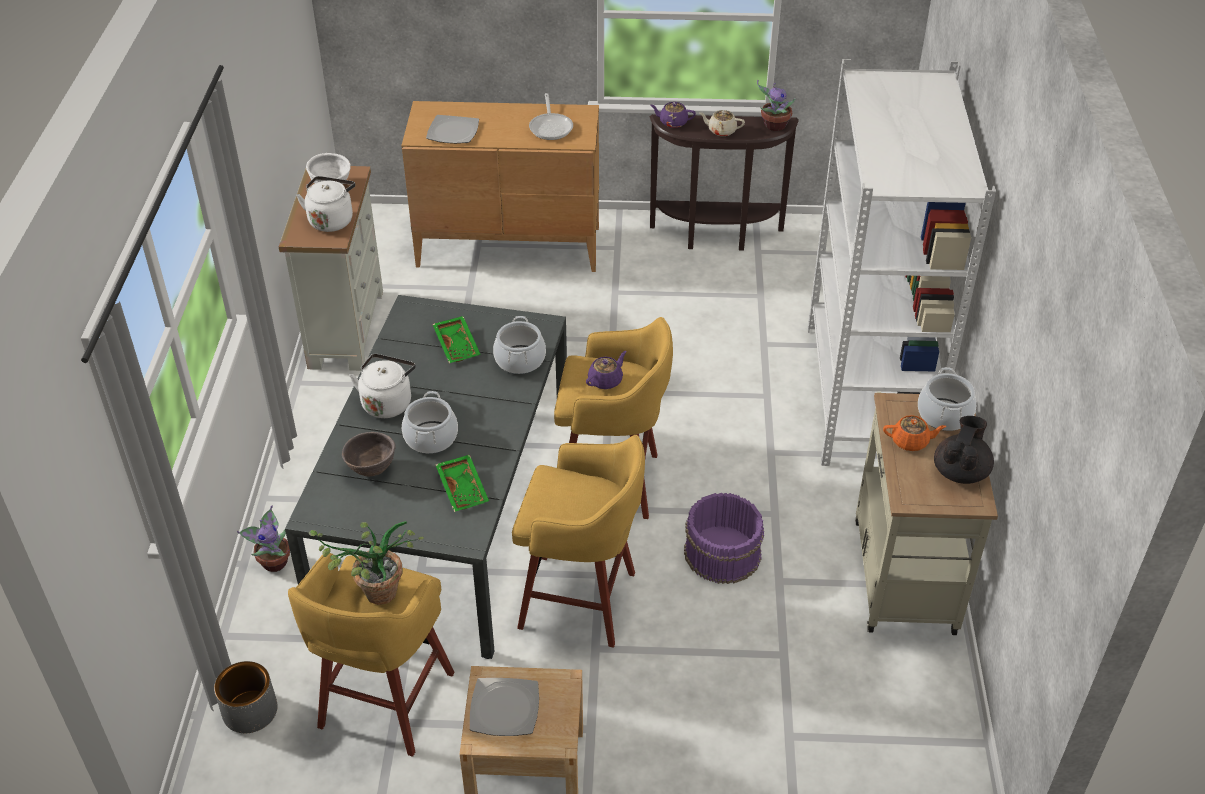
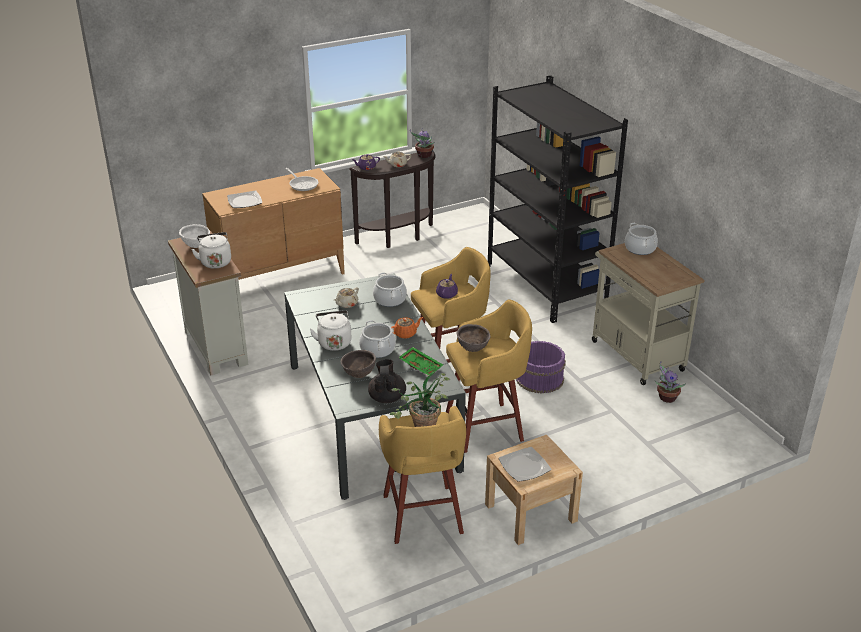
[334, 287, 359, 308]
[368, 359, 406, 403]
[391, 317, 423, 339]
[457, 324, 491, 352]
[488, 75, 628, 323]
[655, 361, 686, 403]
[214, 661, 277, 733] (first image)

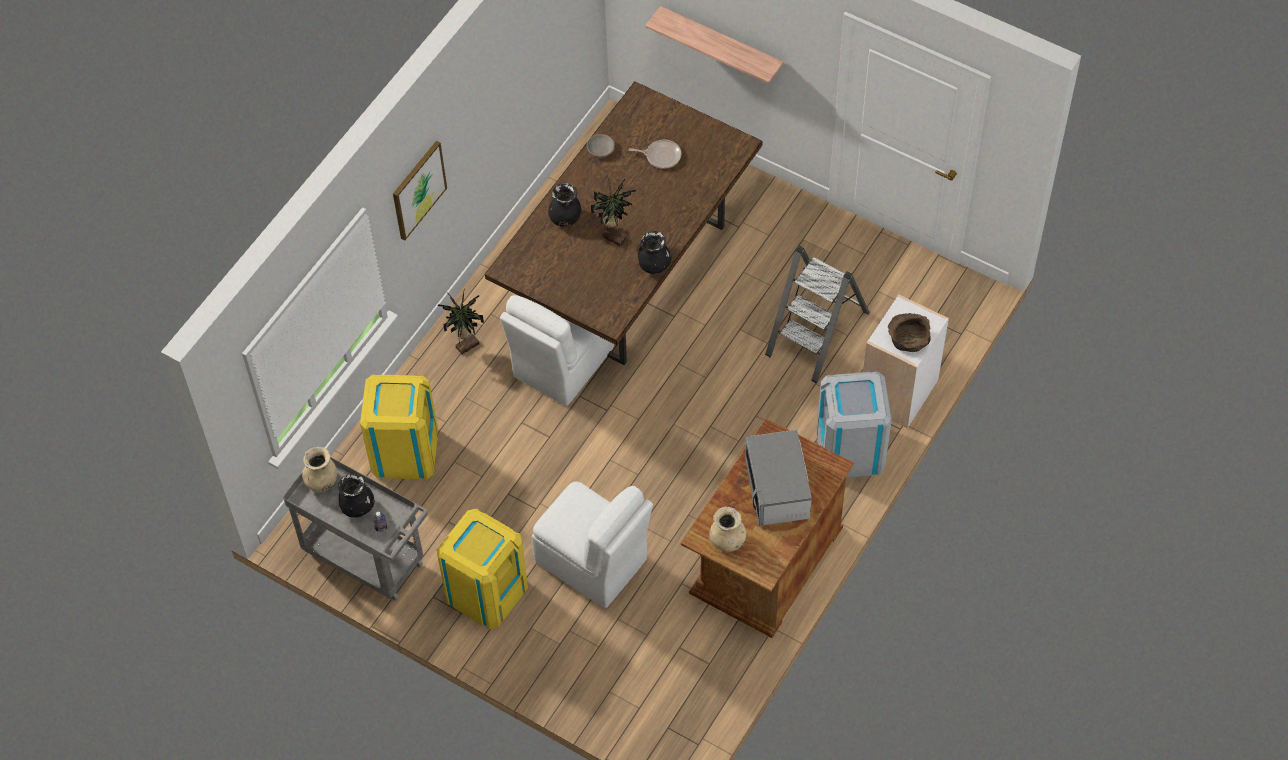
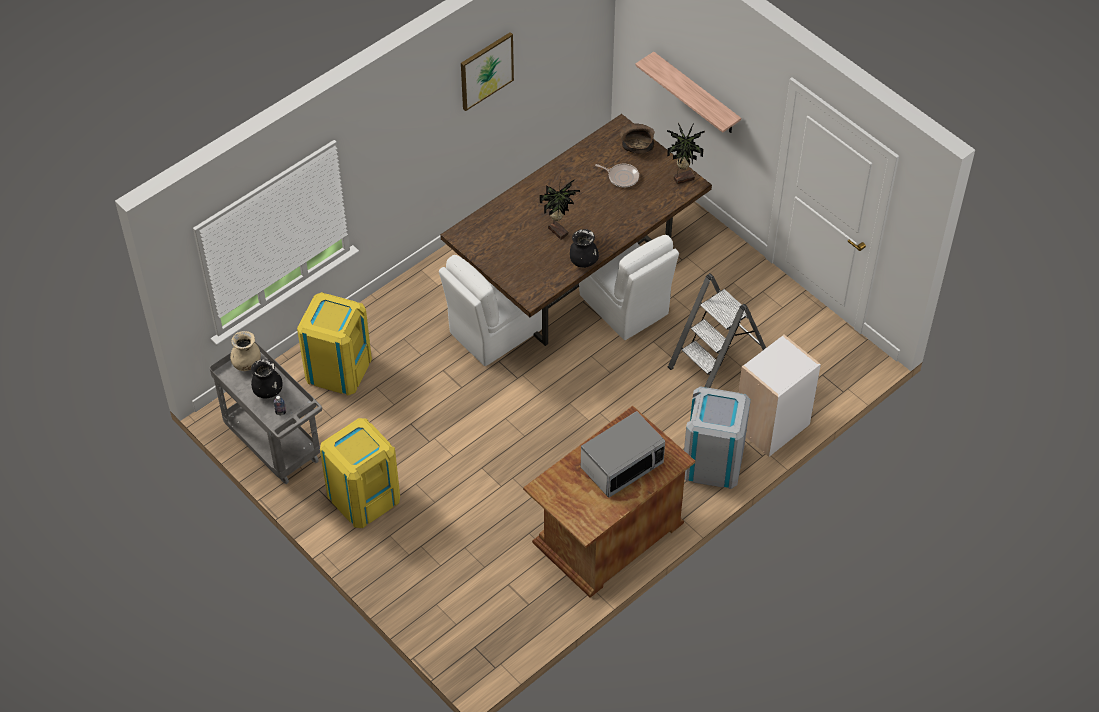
[461, 32, 514, 111]
[579, 235, 679, 340]
[581, 411, 665, 498]
[620, 123, 655, 154]
[667, 123, 705, 185]
[548, 183, 581, 226] (first image)
[587, 134, 615, 157] (first image)
[709, 507, 747, 552] (first image)

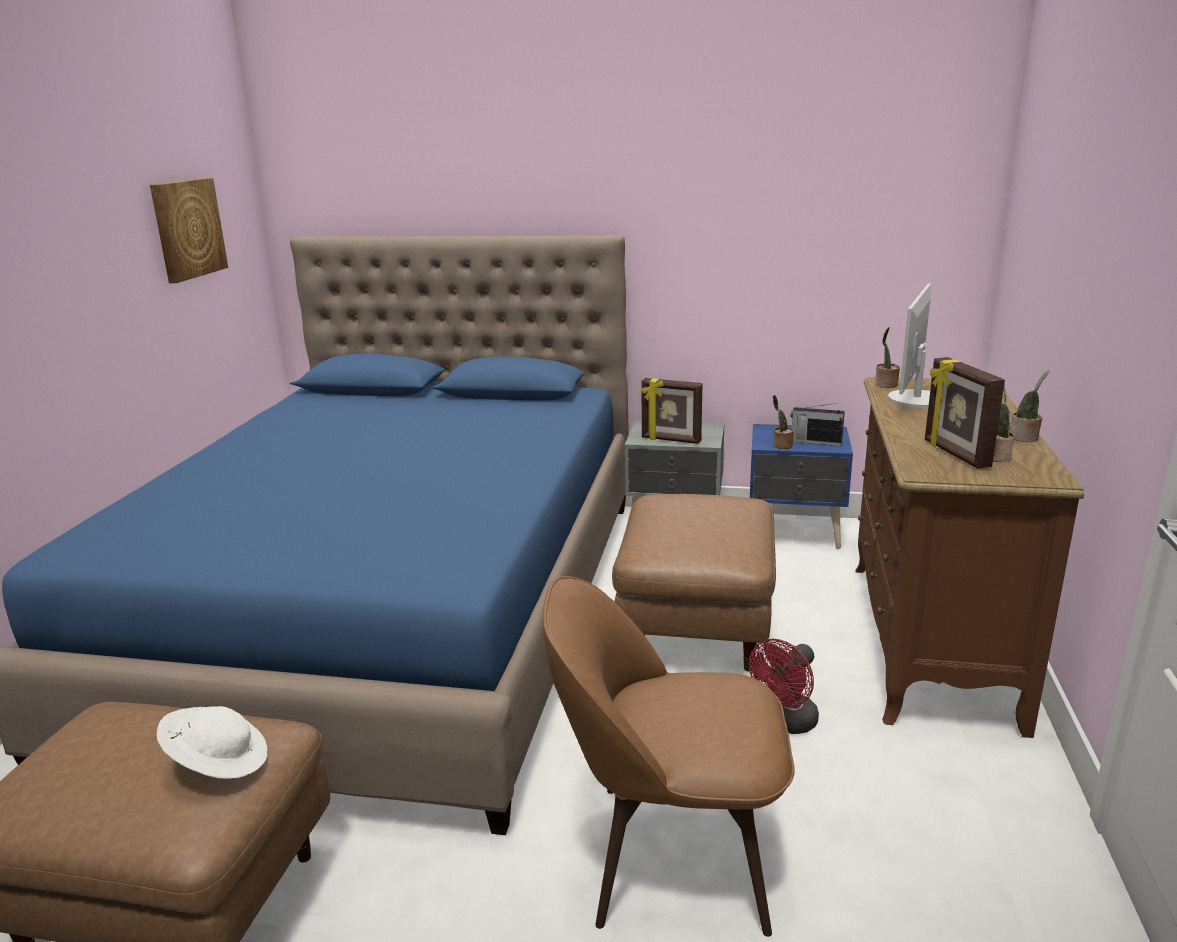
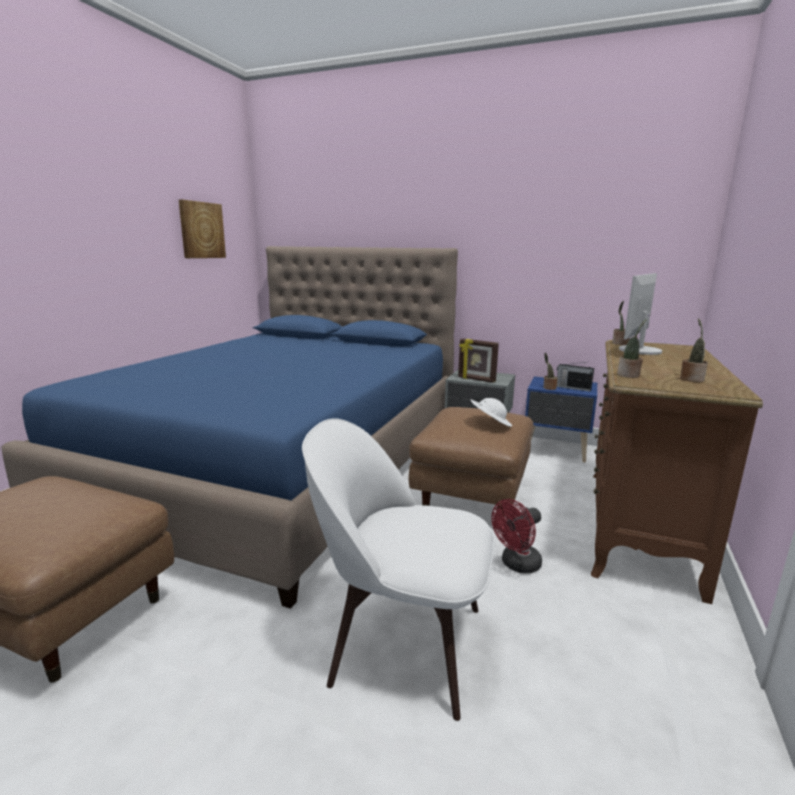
[302, 418, 495, 721]
[471, 398, 512, 427]
[617, 319, 647, 378]
[925, 357, 1005, 469] (first image)

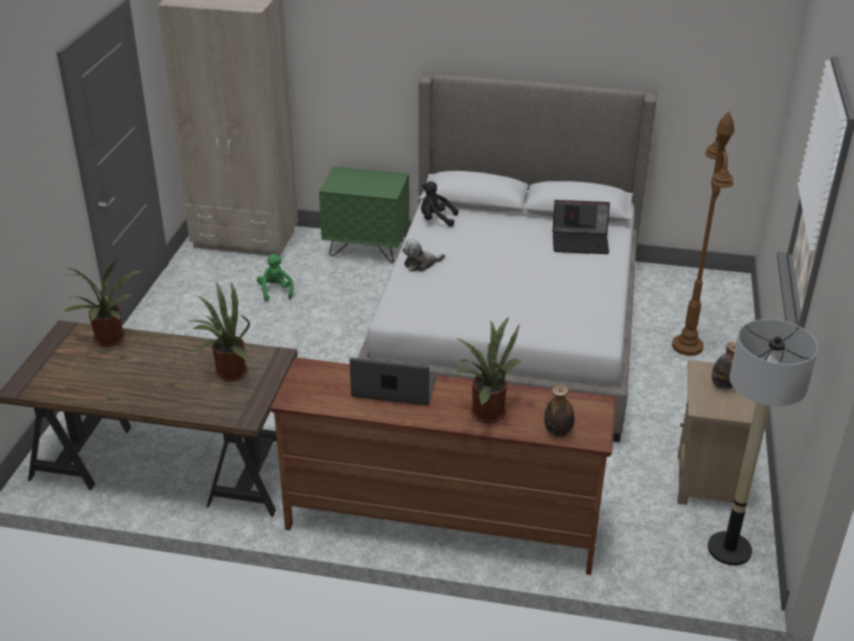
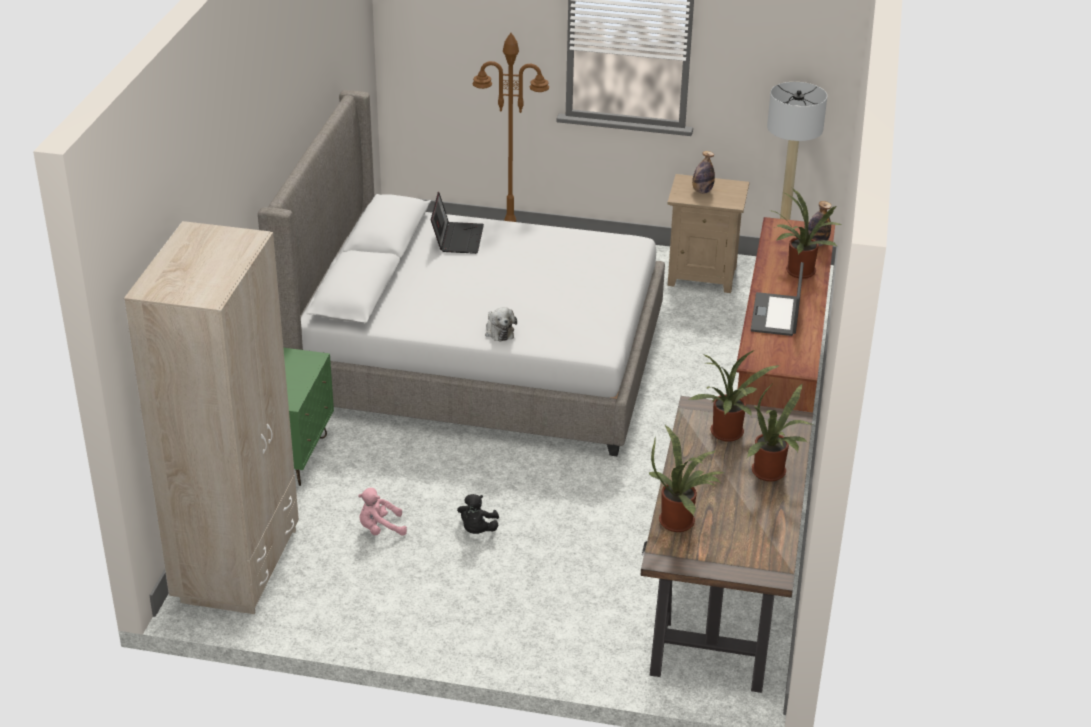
[358, 488, 407, 536]
[457, 494, 499, 534]
[747, 382, 811, 482]

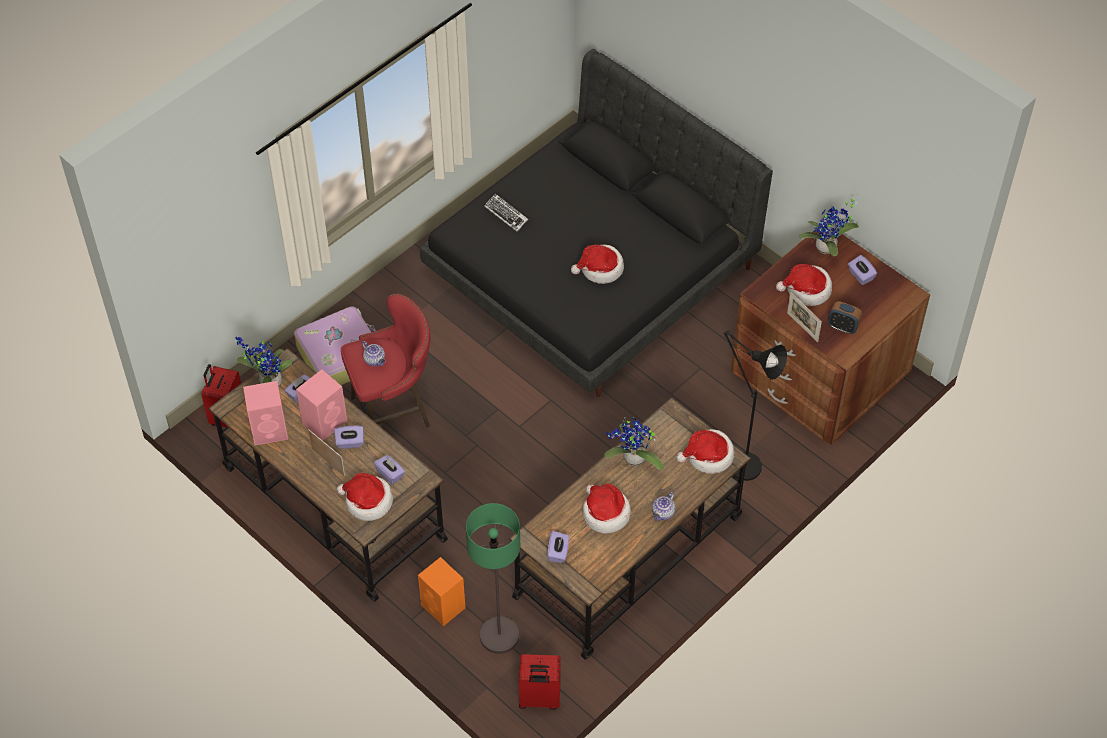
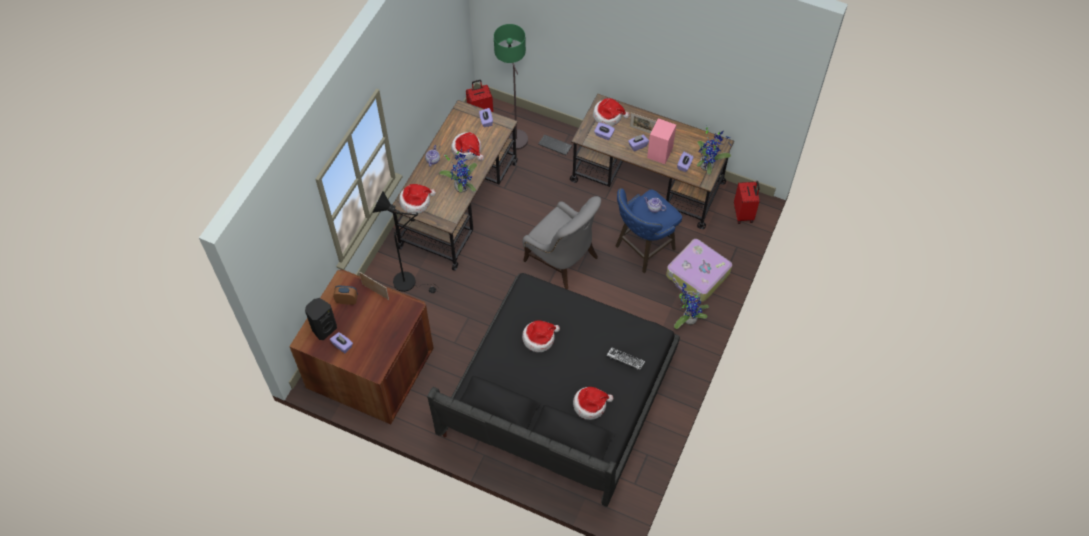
[305, 298, 337, 340]
[523, 196, 601, 289]
[538, 134, 572, 155]
[573, 387, 613, 420]
[616, 188, 682, 273]
[674, 283, 709, 329]
[243, 381, 288, 445] (first image)

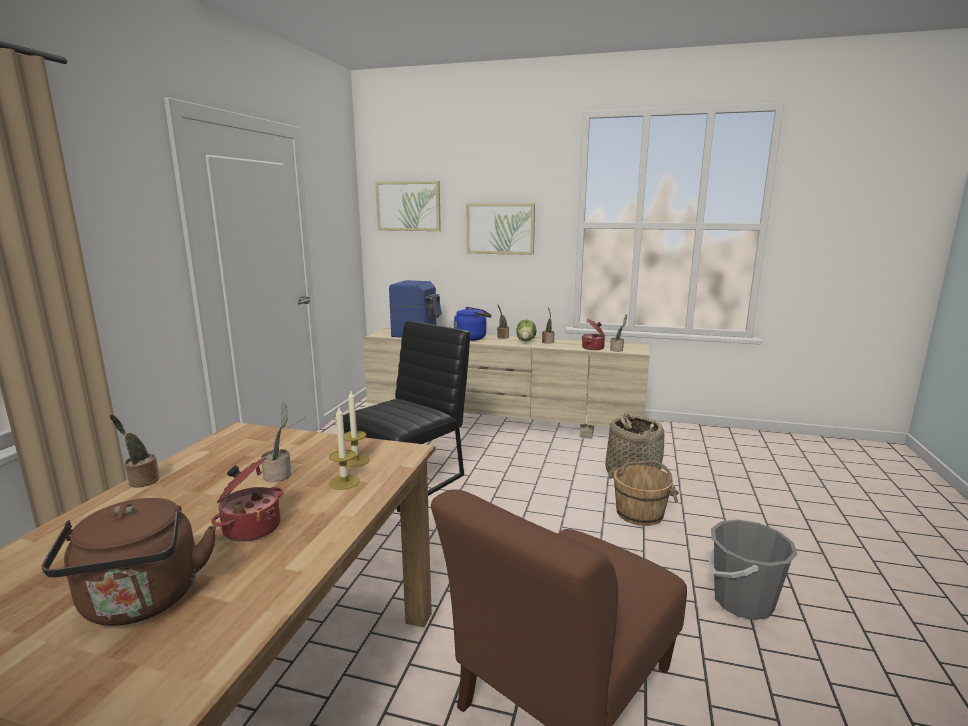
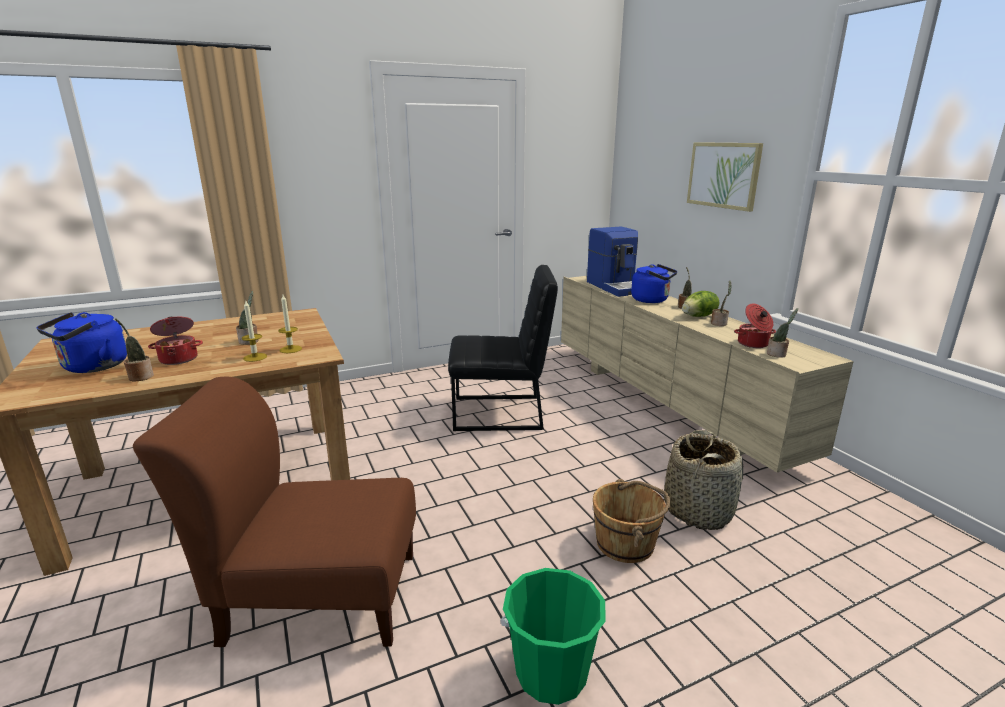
[37, 312, 127, 373]
[115, 319, 154, 382]
[501, 568, 606, 705]
[375, 181, 441, 231] (first image)

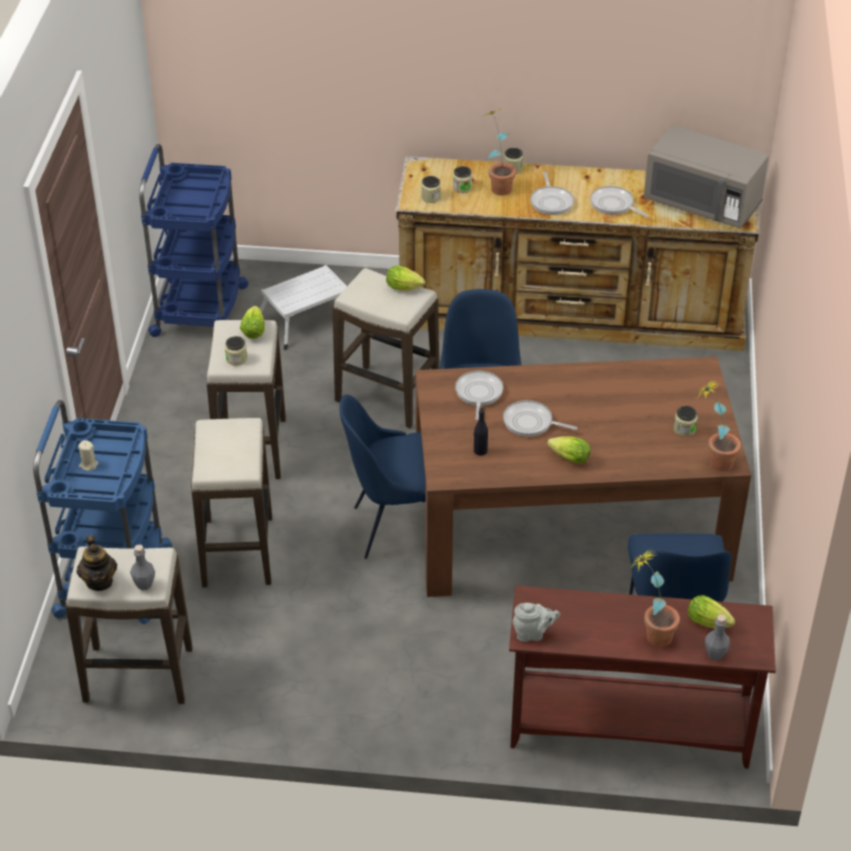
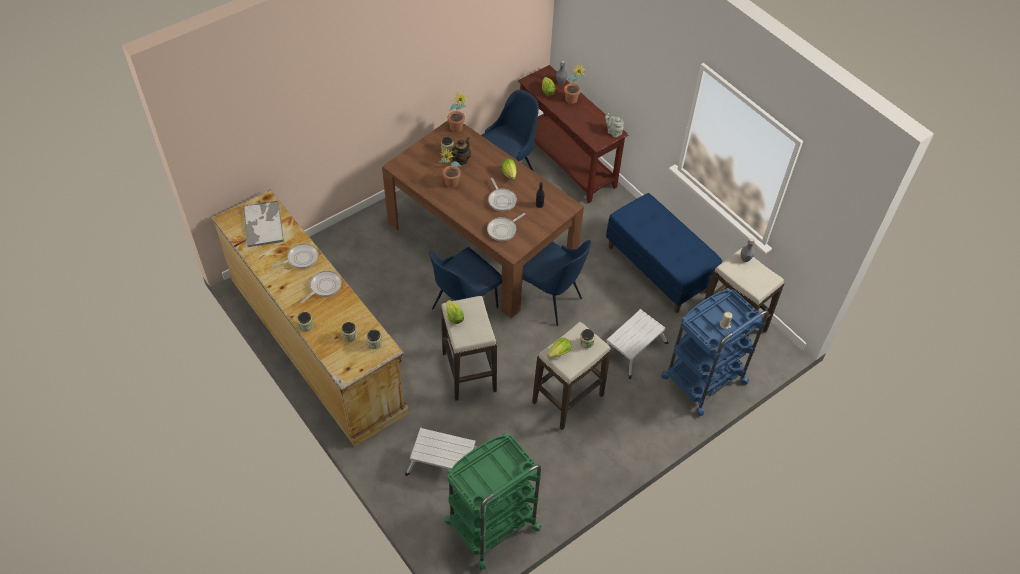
[243, 201, 284, 247]
[272, 243, 318, 269]
[438, 147, 462, 188]
[444, 433, 541, 570]
[452, 137, 471, 165]
[606, 193, 722, 313]
[606, 309, 668, 379]

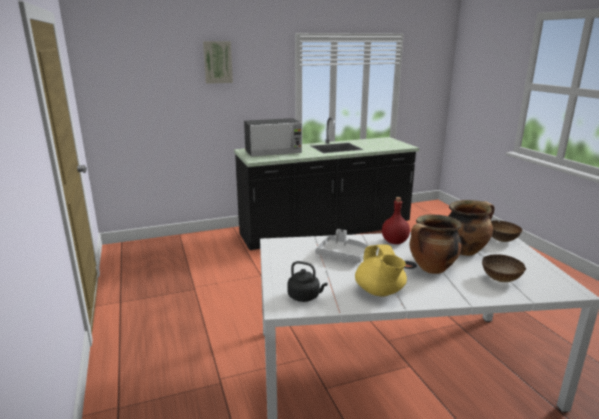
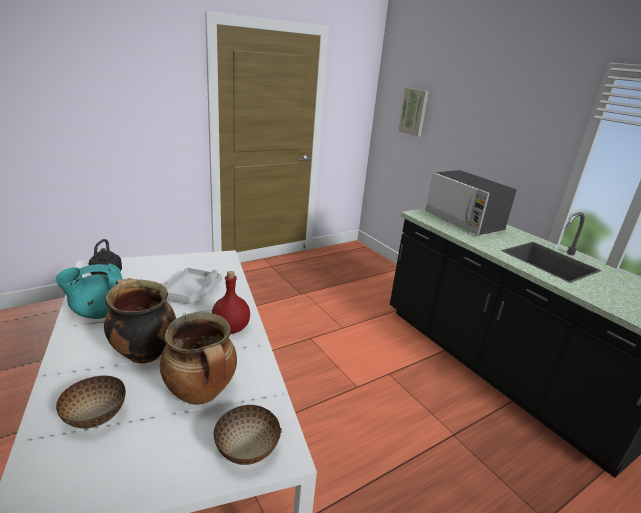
[55, 264, 123, 319]
[398, 88, 429, 137]

